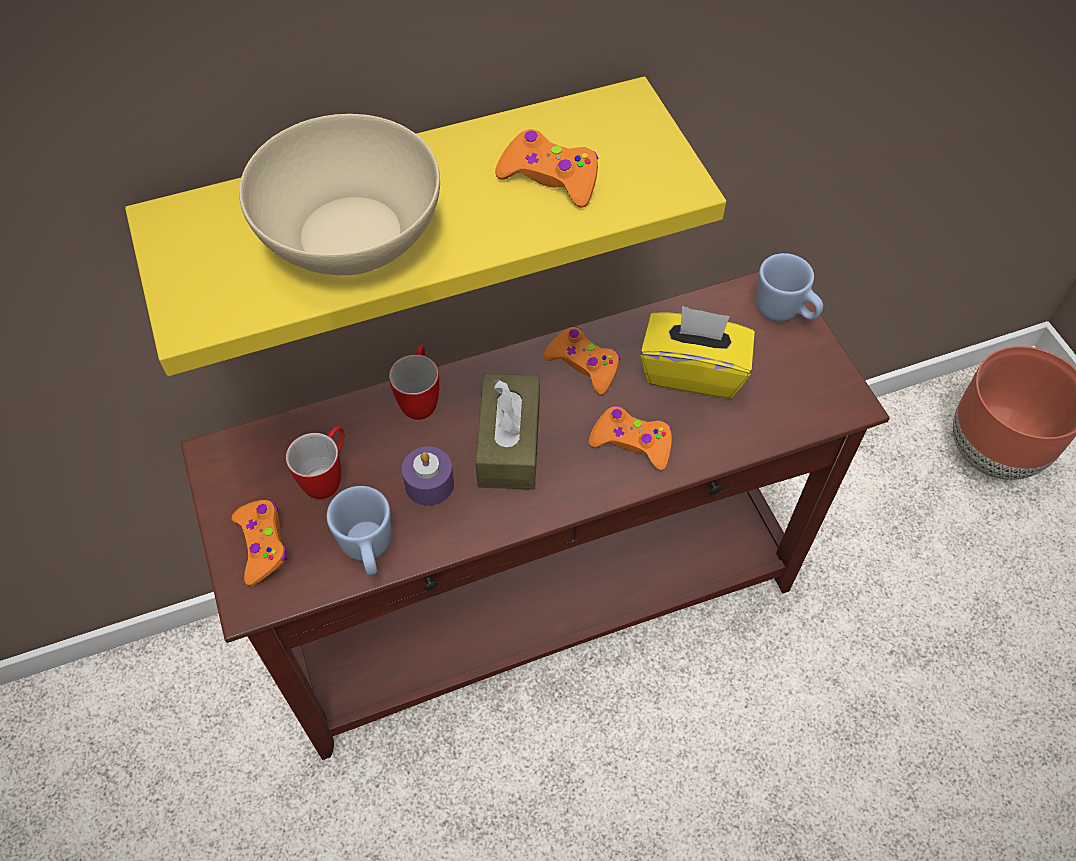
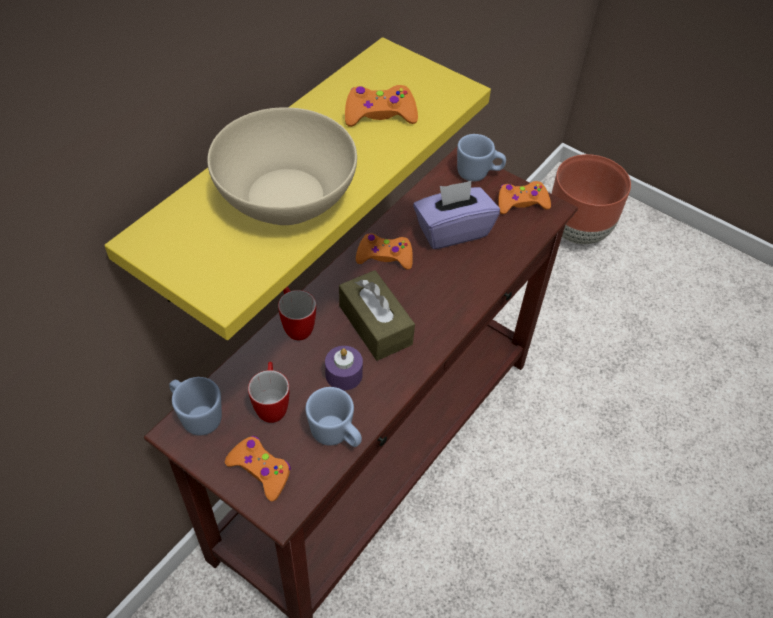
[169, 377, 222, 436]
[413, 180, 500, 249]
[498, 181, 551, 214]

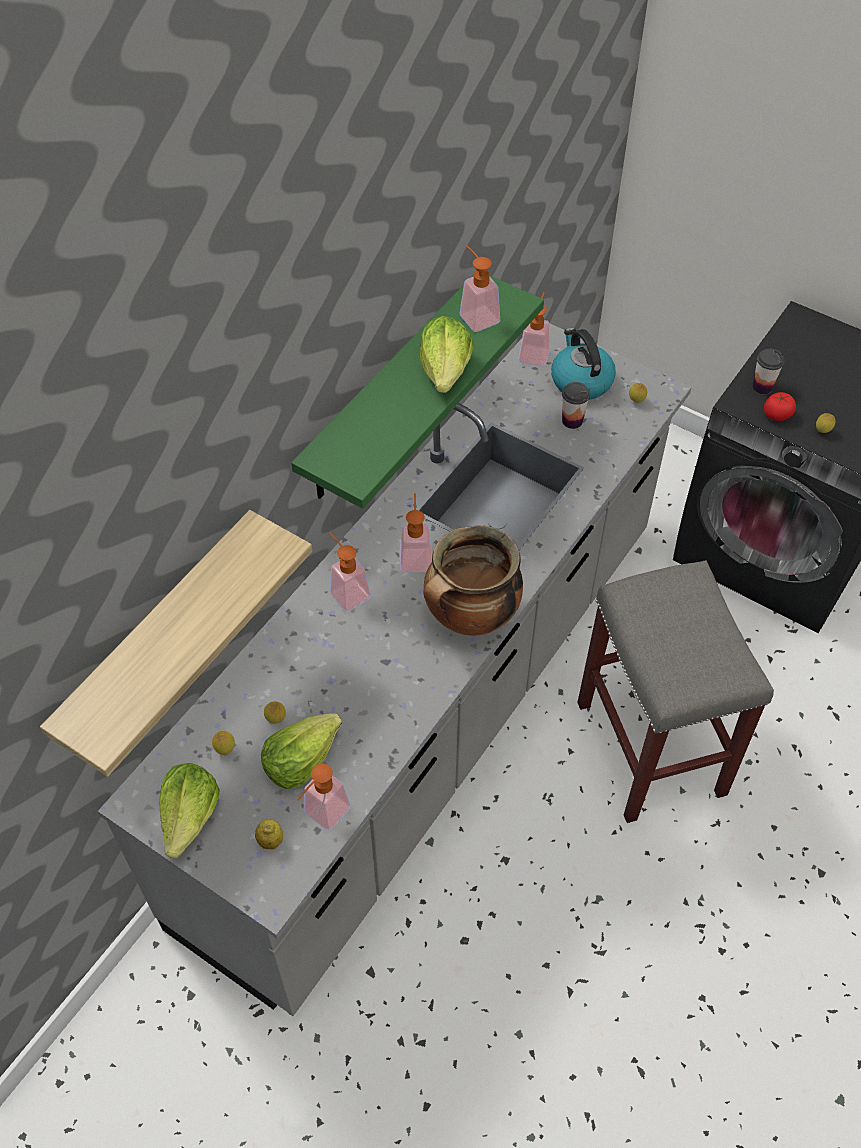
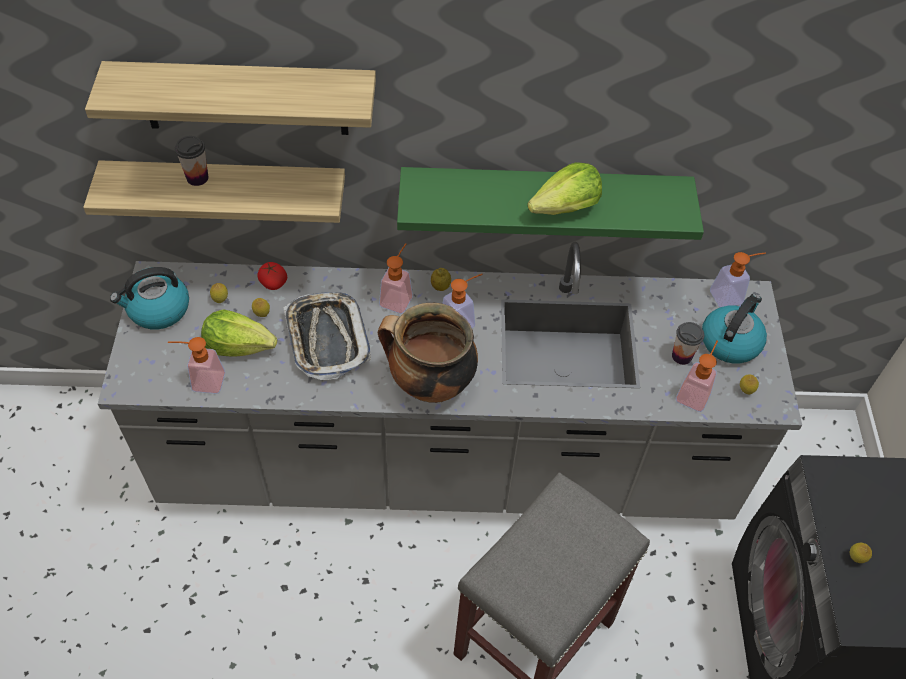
[85, 61, 376, 135]
[110, 267, 189, 329]
[175, 136, 208, 186]
[257, 262, 287, 290]
[284, 292, 371, 380]
[431, 268, 451, 291]
[676, 340, 718, 412]

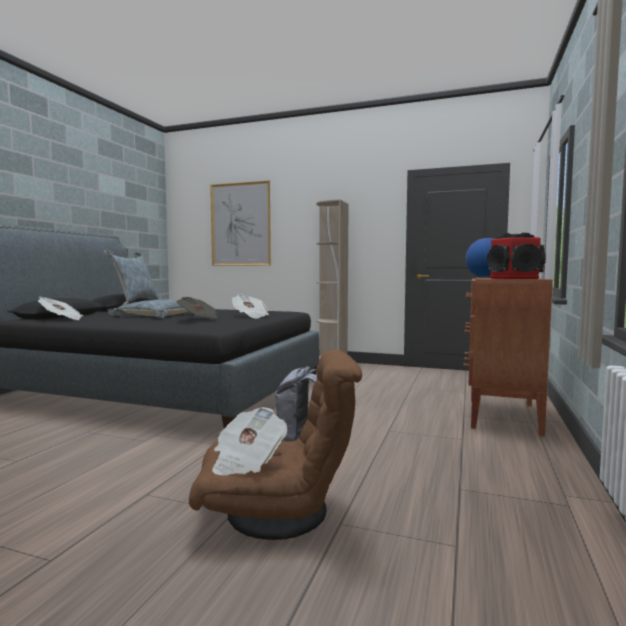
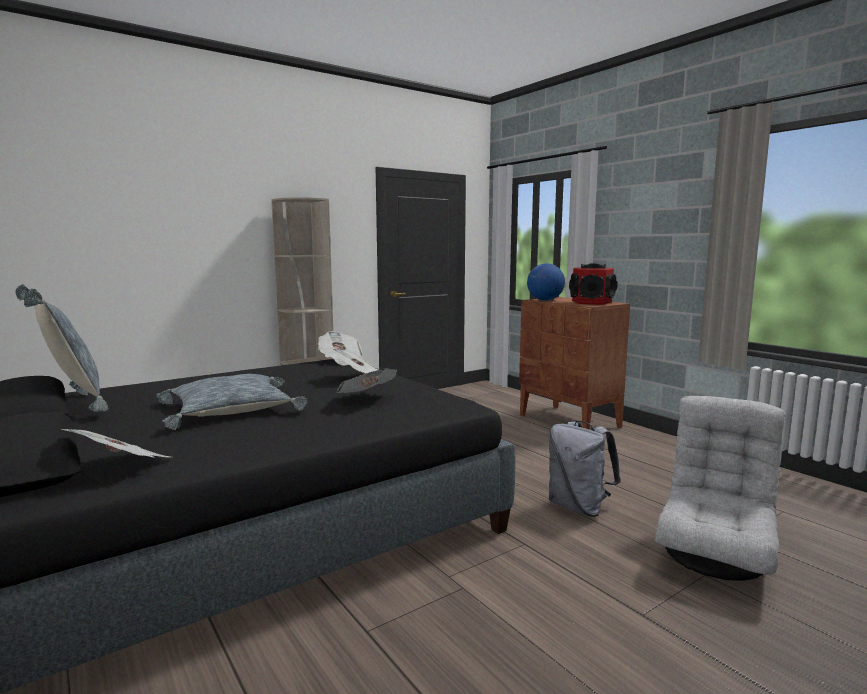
[318, 331, 363, 366]
[655, 396, 786, 581]
[210, 180, 271, 266] (first image)

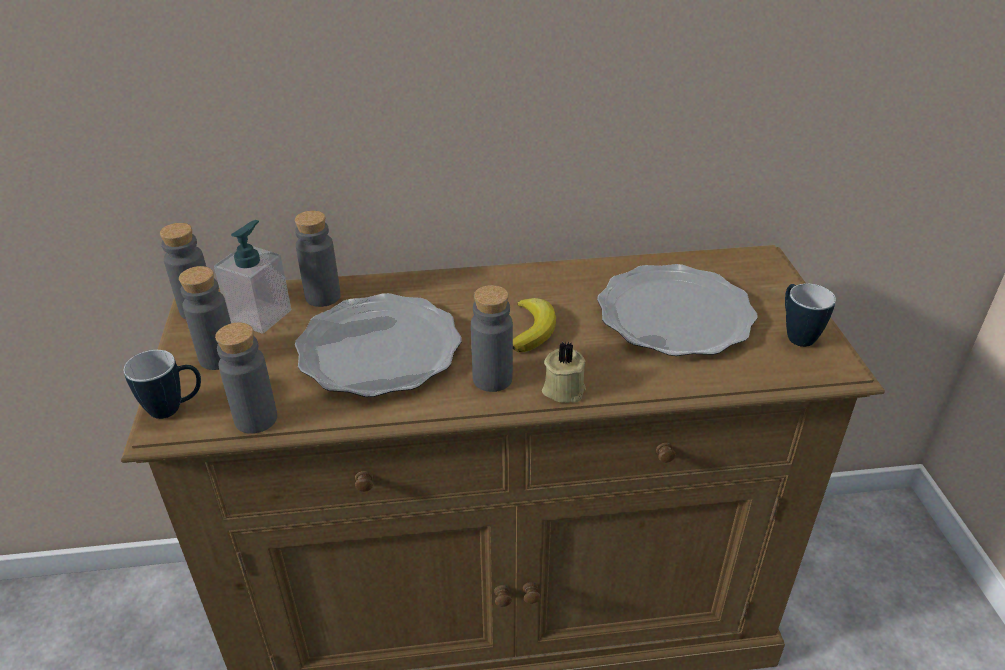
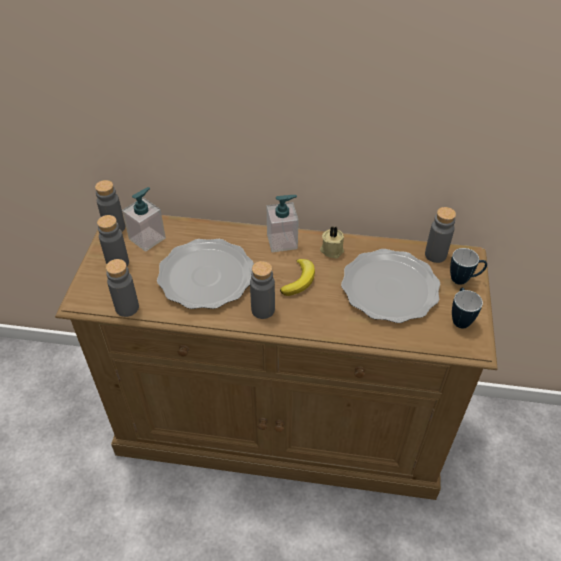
[267, 195, 299, 252]
[320, 227, 344, 258]
[425, 207, 456, 263]
[450, 248, 487, 285]

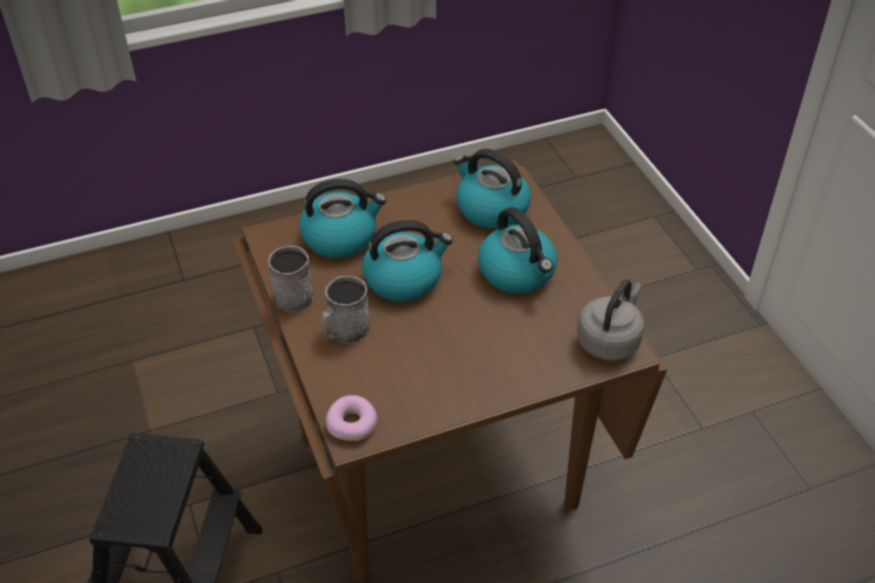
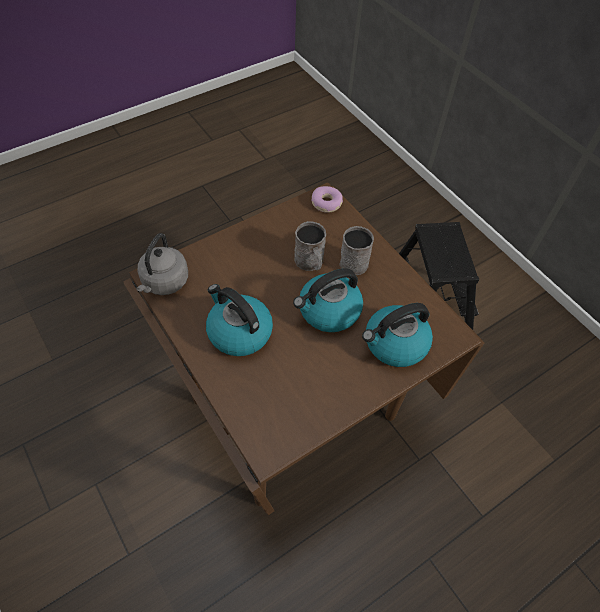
[294, 221, 326, 271]
[454, 149, 531, 229] (first image)

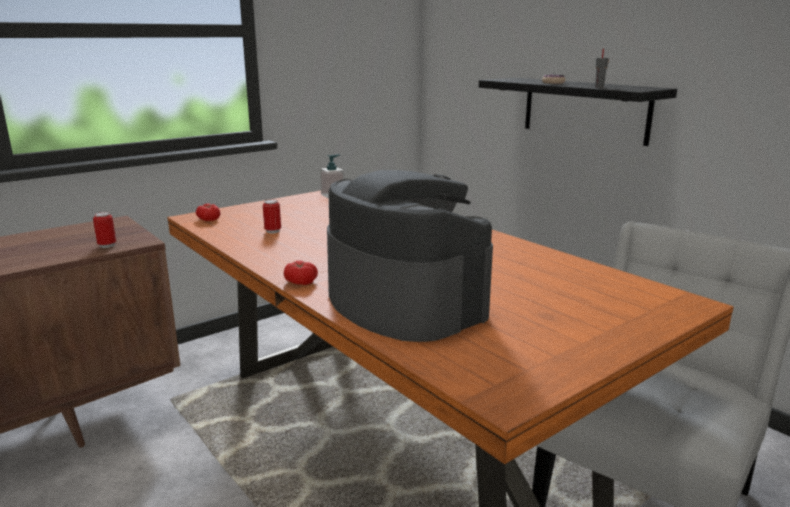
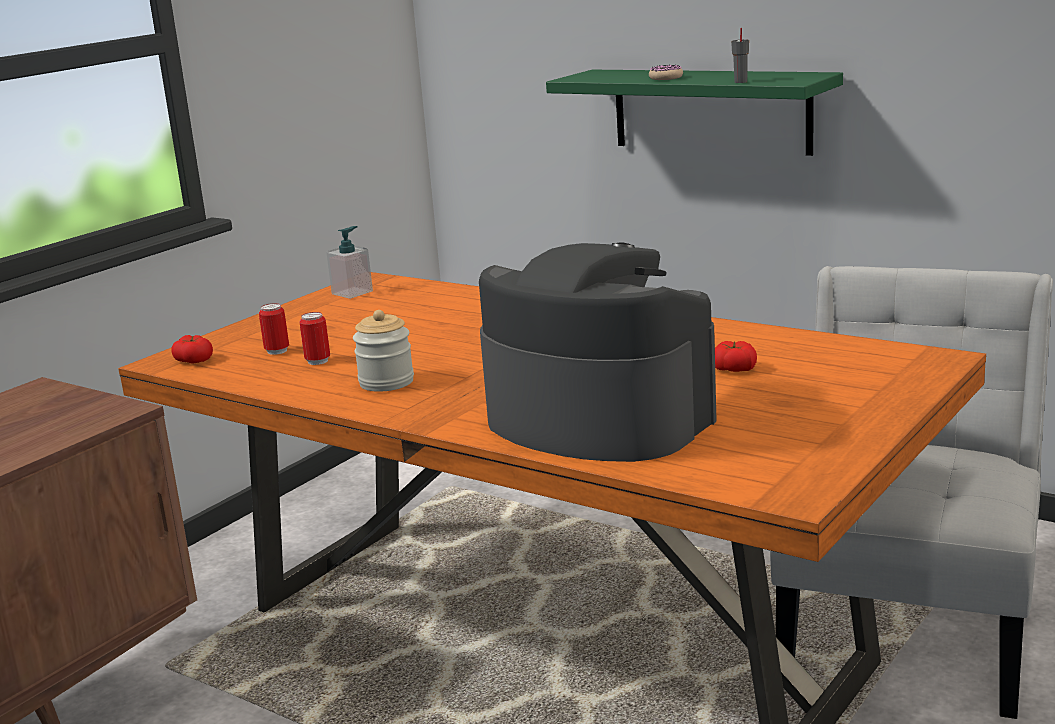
[259, 303, 289, 355]
[353, 310, 414, 392]
[546, 70, 843, 156]
[715, 341, 757, 372]

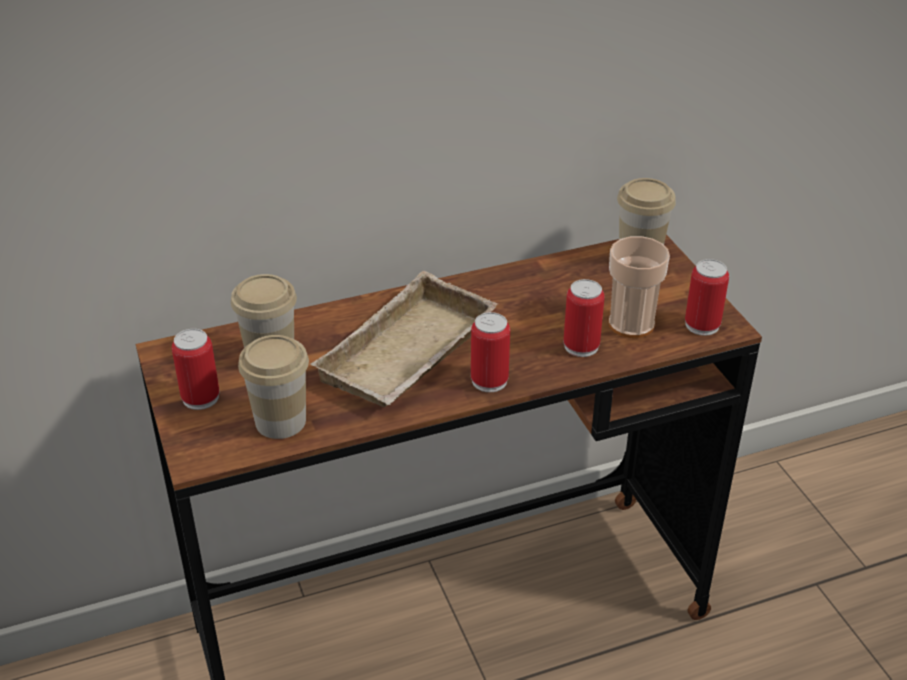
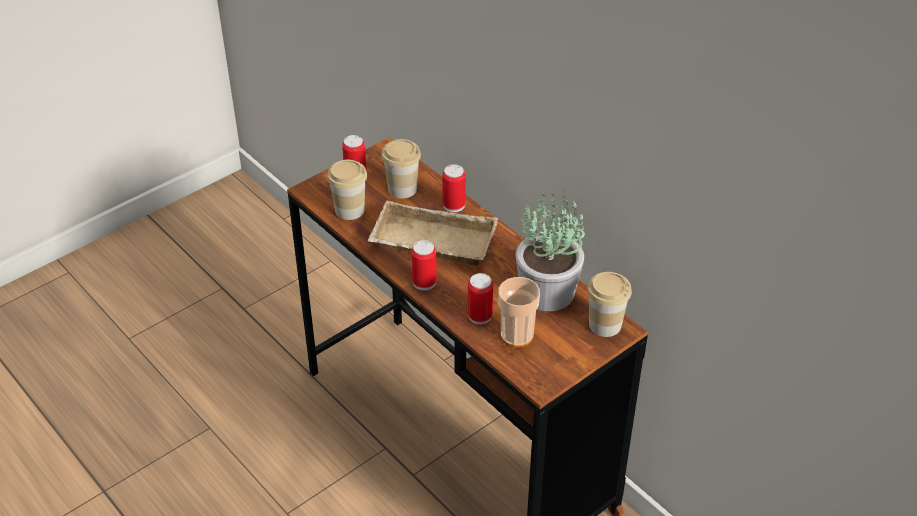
[442, 164, 466, 212]
[516, 189, 585, 311]

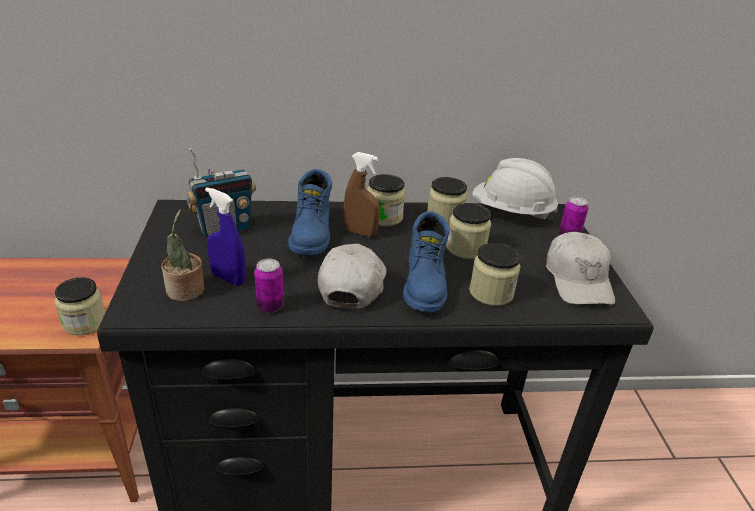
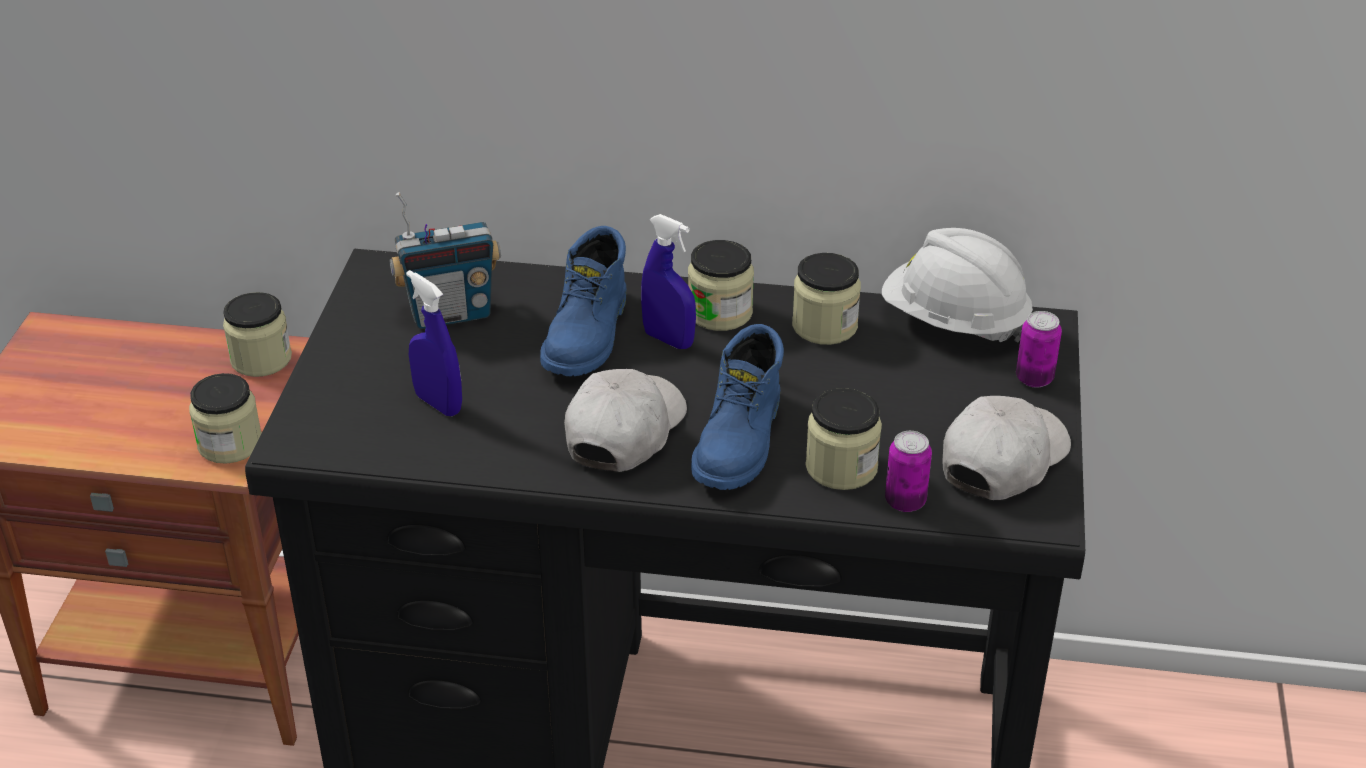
[223, 292, 292, 377]
[641, 214, 696, 349]
[885, 431, 932, 512]
[943, 396, 1071, 500]
[162, 209, 204, 301] (first image)

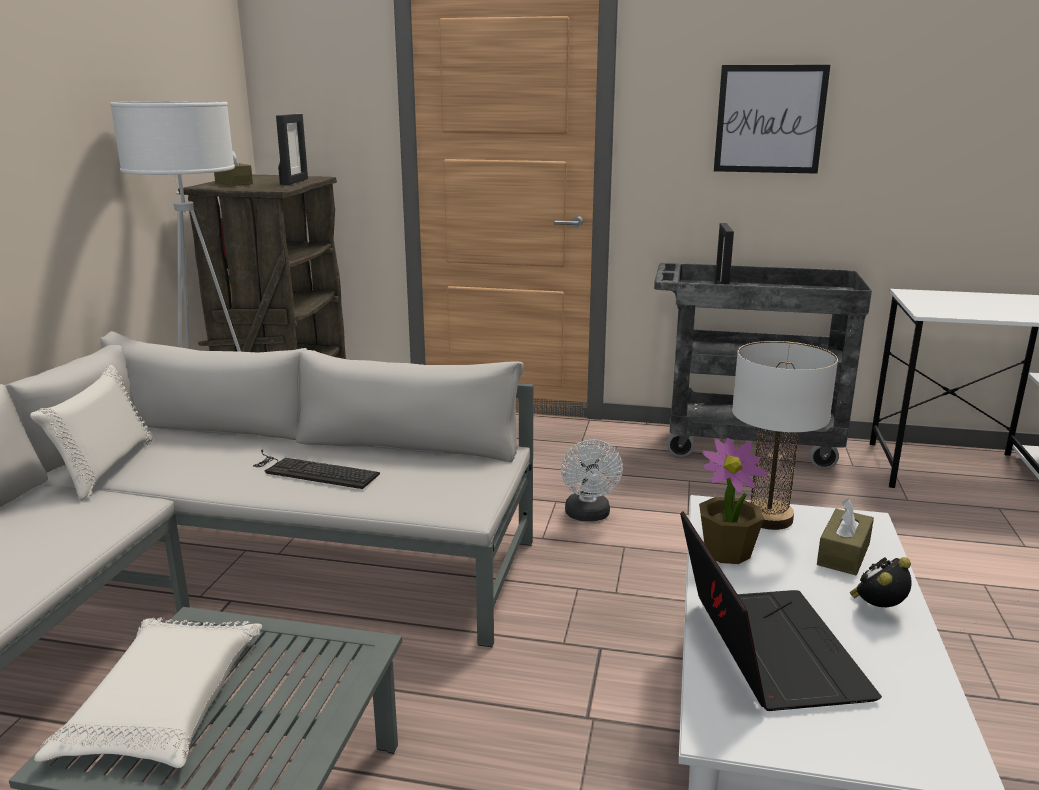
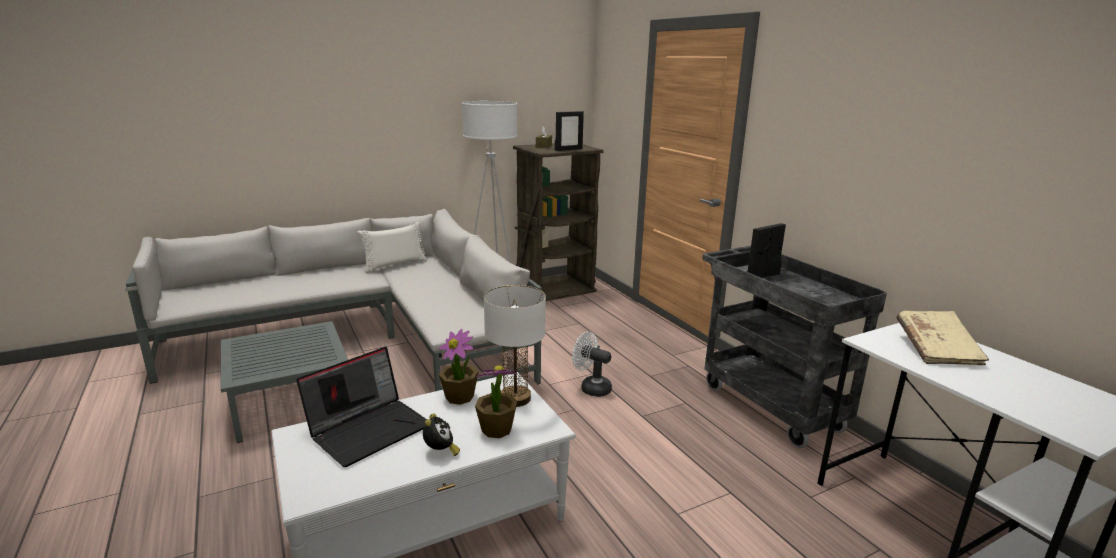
[423, 414, 460, 456]
[475, 365, 517, 438]
[572, 332, 612, 397]
[896, 311, 989, 365]
[34, 617, 262, 768] (first image)
[253, 449, 380, 489] (first image)
[714, 65, 830, 174] (first image)

